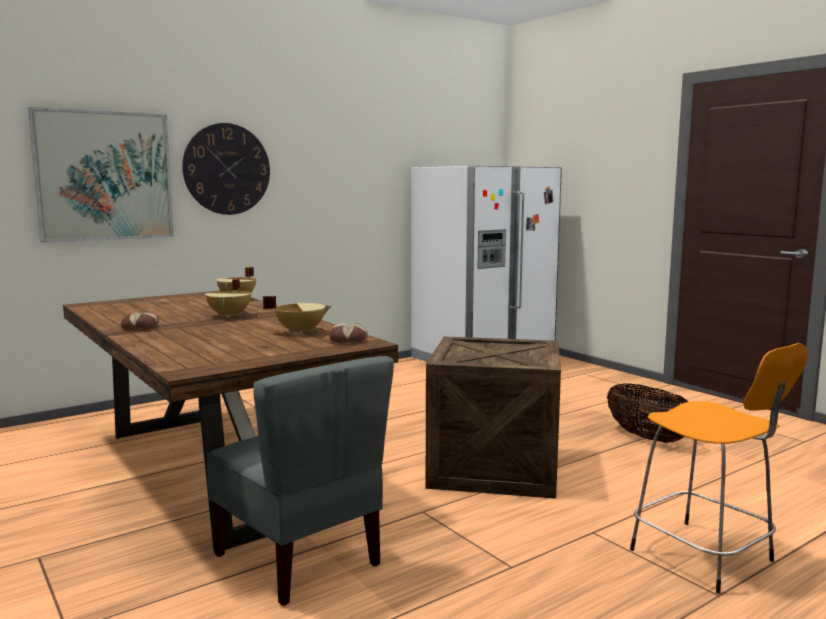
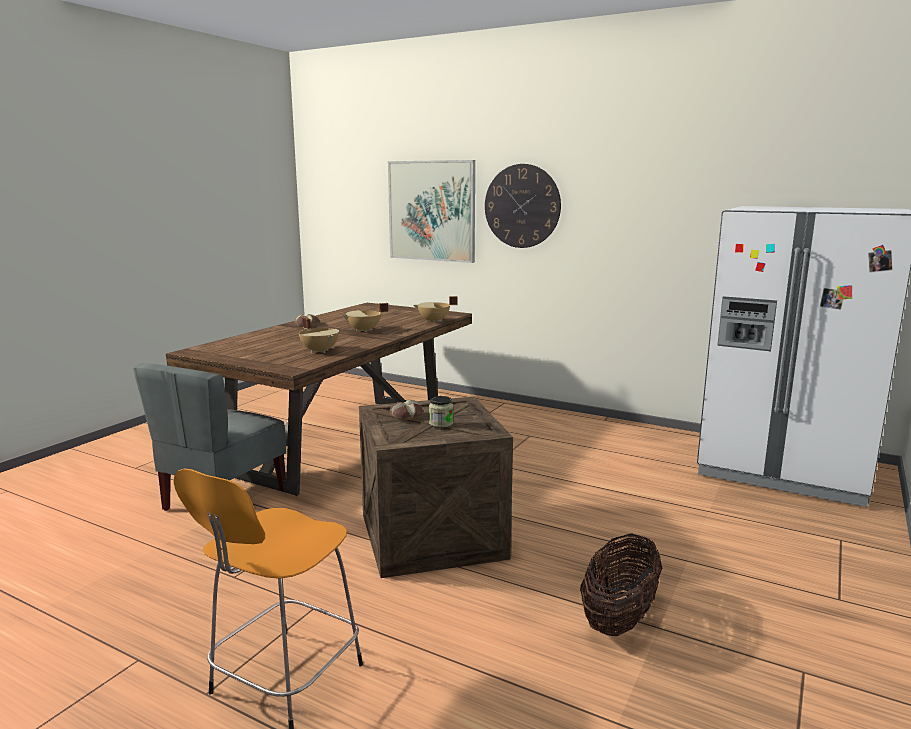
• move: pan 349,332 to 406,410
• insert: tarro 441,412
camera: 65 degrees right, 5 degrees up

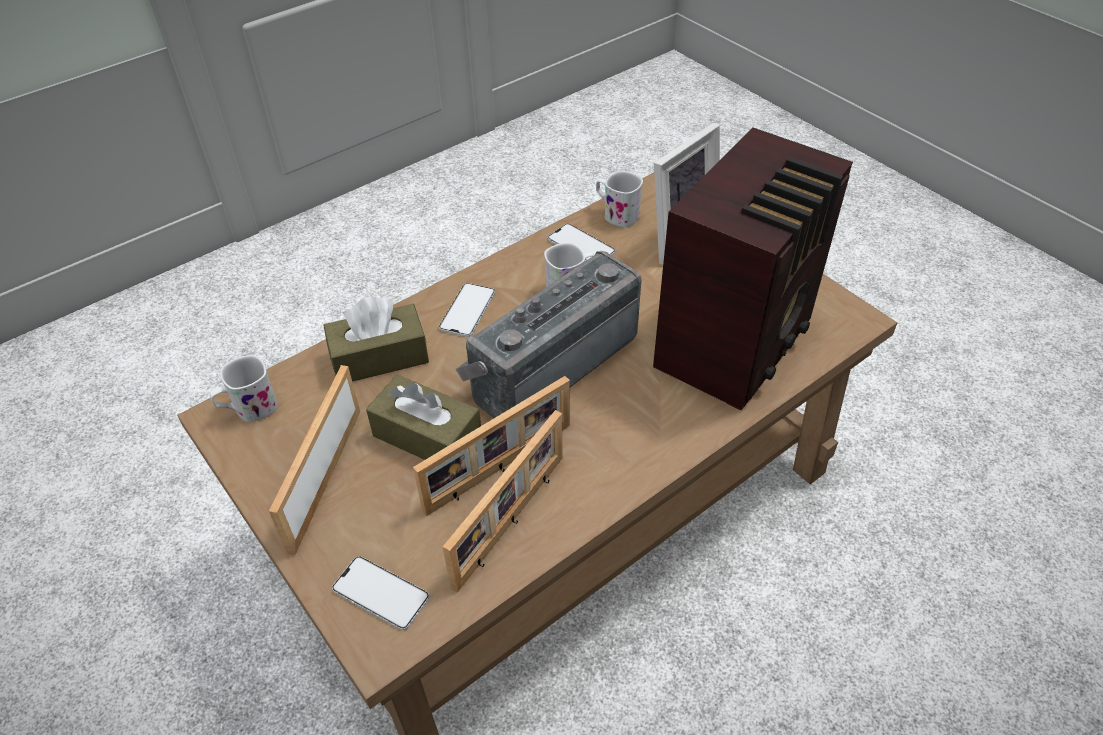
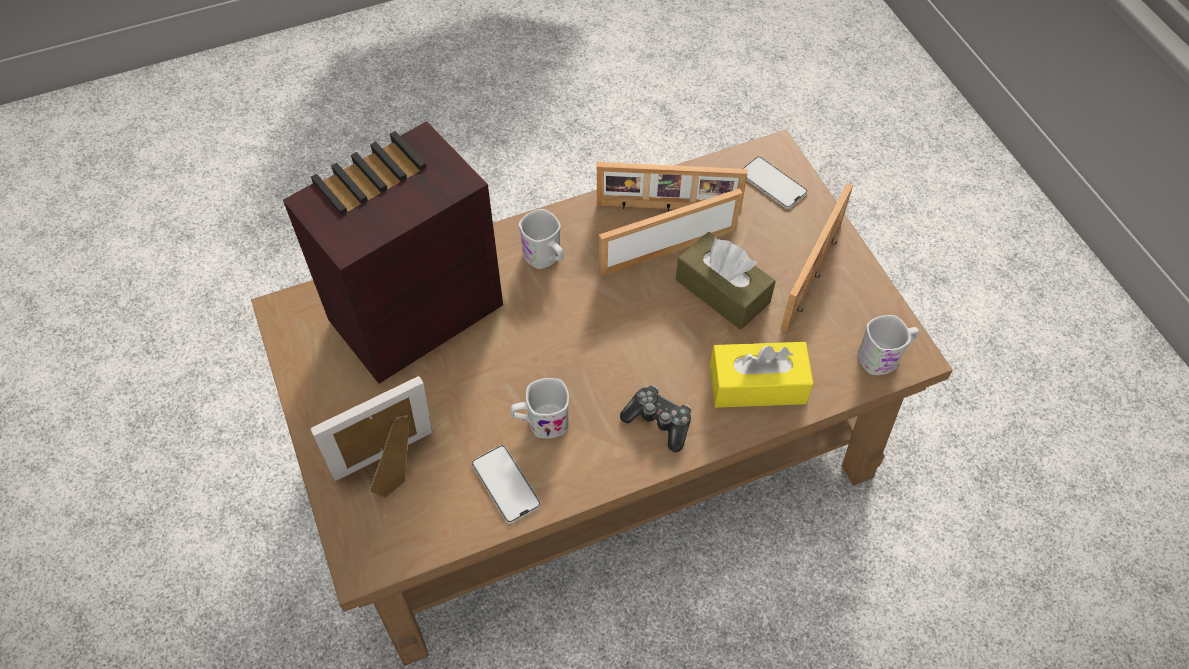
• move: taza grande/blanco 619,199 to 541,239
• rotate: portarretratos 503,501 = 672,187 135 degrees counterclockwise
• replace: móvil 467,310 to mando de consola 655,418
• recolor: caja de pañuelos/marrón 376,339 to caja de pañuelos/amarillo 762,375
• delete: radio 549,334
camera: 165 degrees left, 10 degrees up

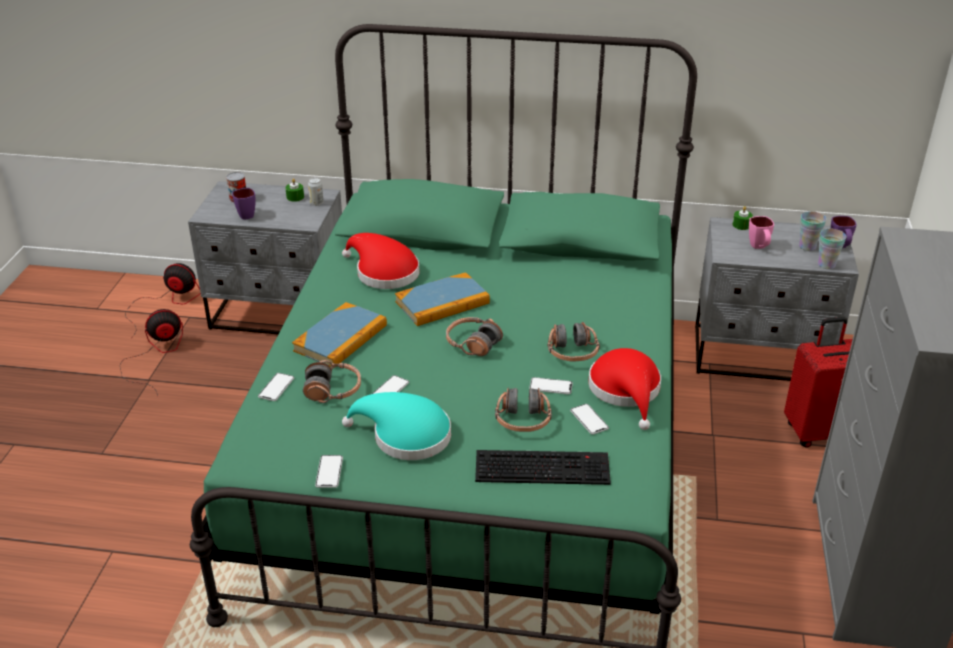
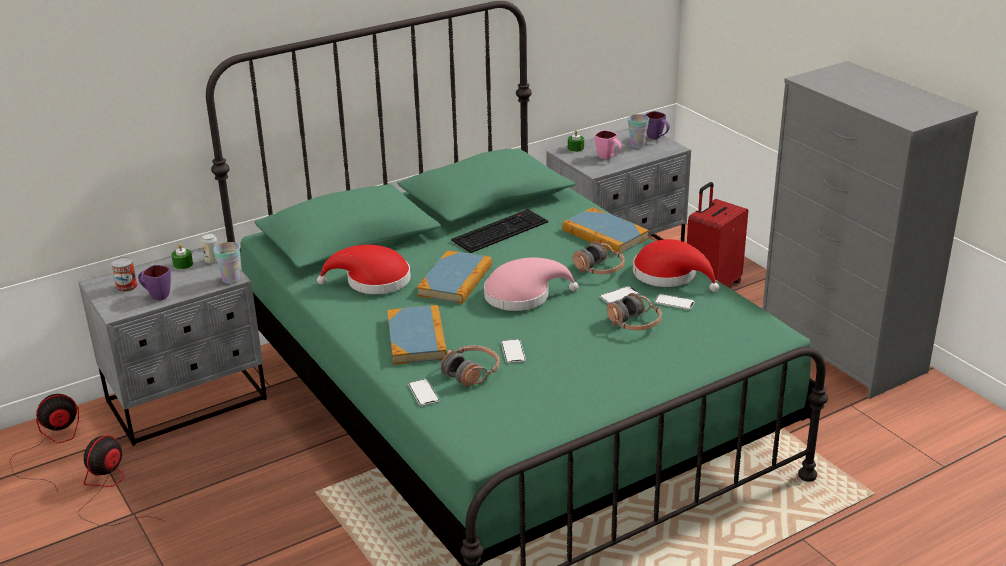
• move: taza 832,248 to 226,263
• move: teclado 543,467 to 499,231
• replace: auriculares 474,336 to sombrero/rosa 531,284
• insert: libro 605,230
• delete: móvil 329,471
• delete: sombrero/turquesa 396,426
camera: 40 degrees left, 5 degrees down

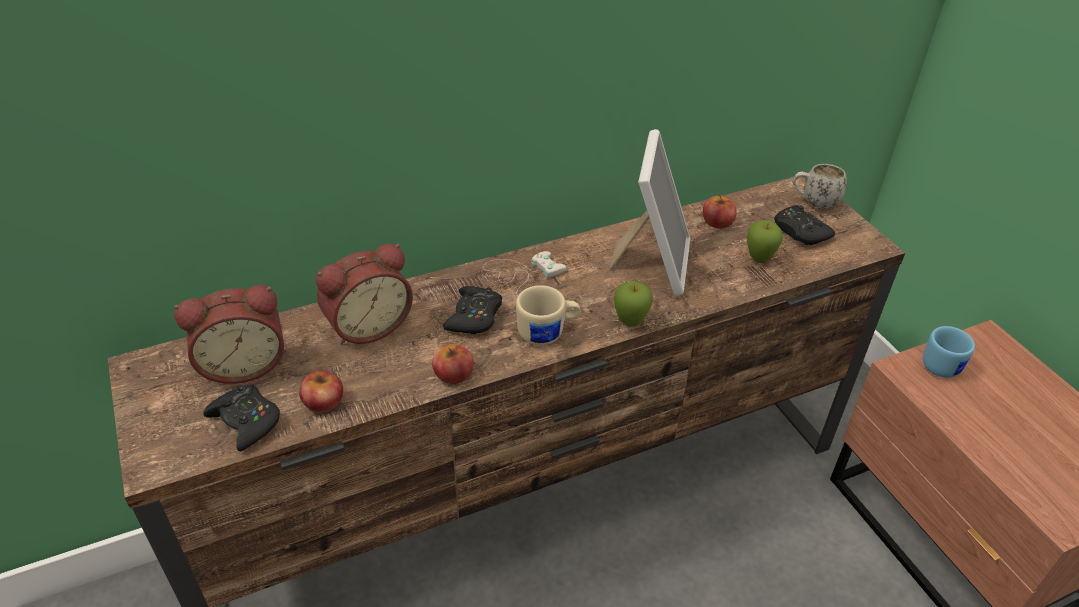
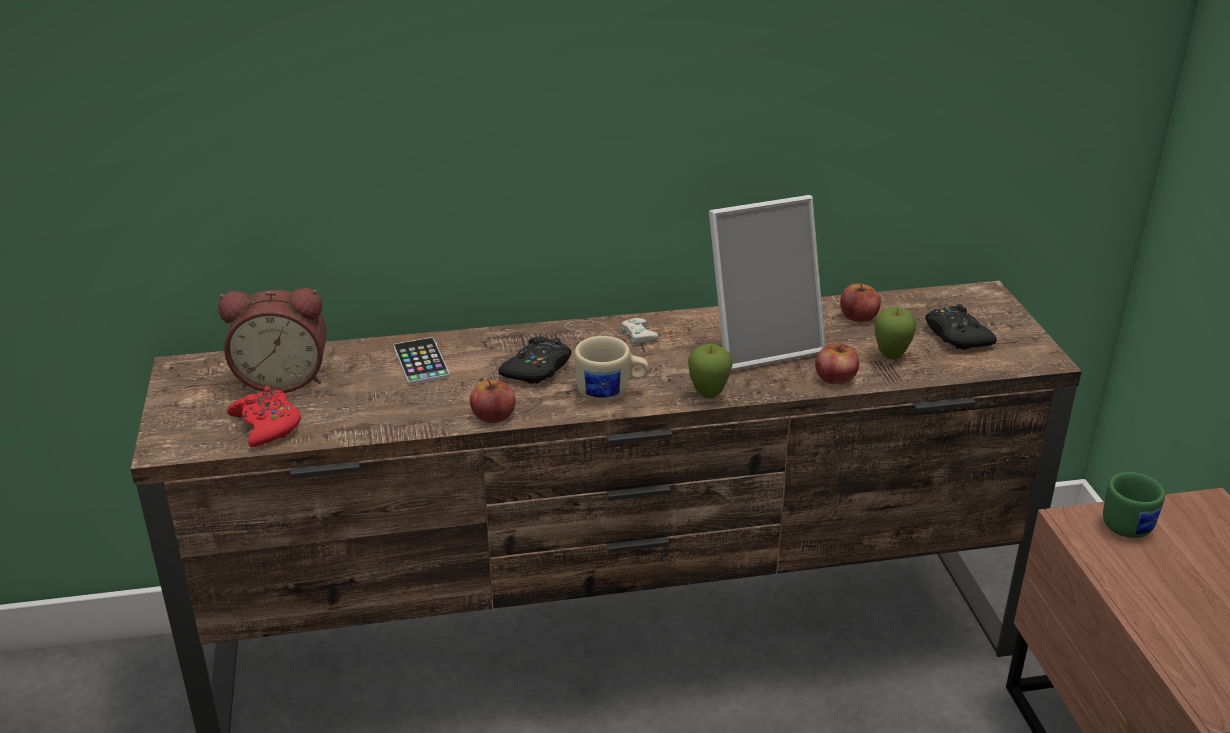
• recolor: mando de consola/negro 241,417 to mando de consola/rojo 264,416
• replace: despertador 364,294 to móvil 421,361
• rotate: portarretratos 650,212 = 767,283 45 degrees clockwise
• move: manzana 321,391 to 837,364
• recolor: taza grande/azul 949,352 to taza grande/verde 1134,505
• delete: taza grande/blanco 819,186
camera: 15 degrees right, 10 degrees down

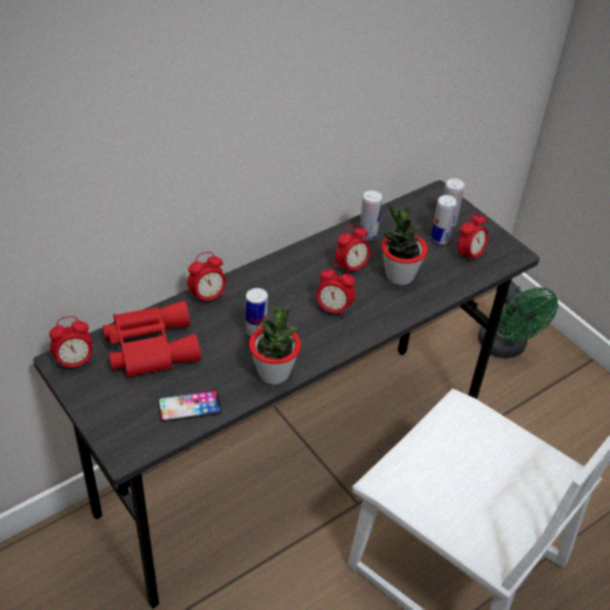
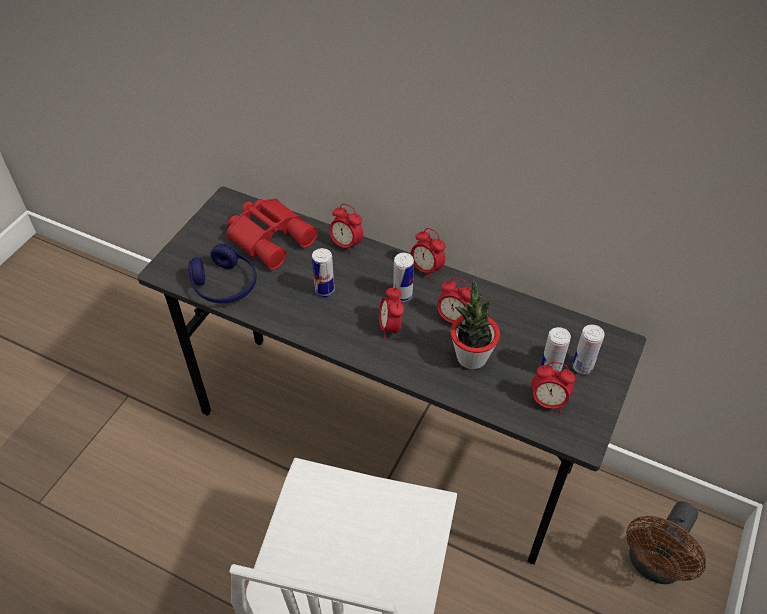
• replace: móvil 190,406 to auriculares/azul 222,273
• move: lata 371,215 to 403,277
• move: despertador 70,344 to 428,253
• recolor: ventilador/verde 518,319 to ventilador/marrón 666,542
• delete: planta en maceta 275,345
camera: 65 degrees right, 5 degrees up

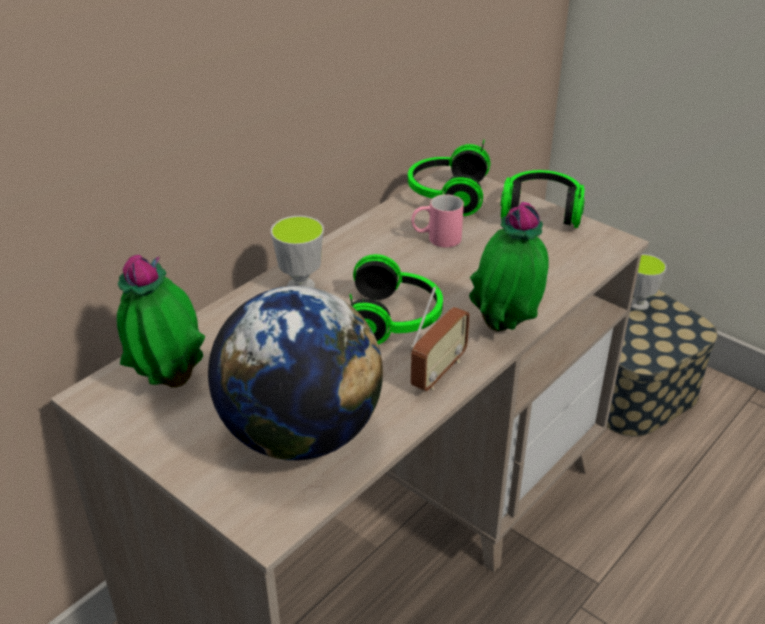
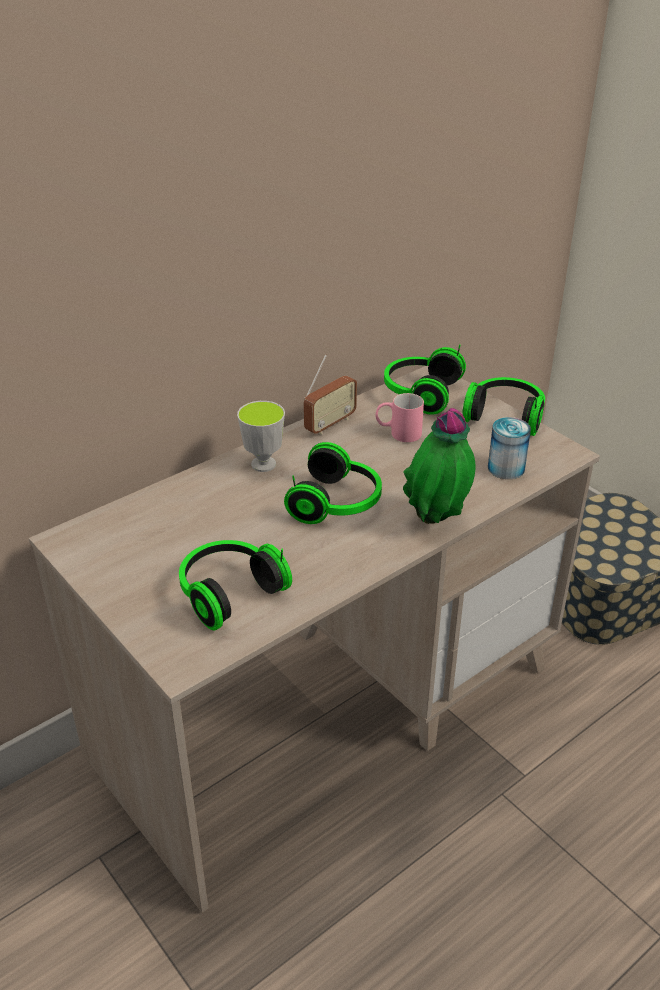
• replace: globo terráqueo 295,373 to auriculares 235,585
• move: radio 440,339 to 330,394
• insert: lata 509,448
• delete: planta en maceta 161,321
• delete: taza 648,282
camera: 10 degrees right, 0 degrees up

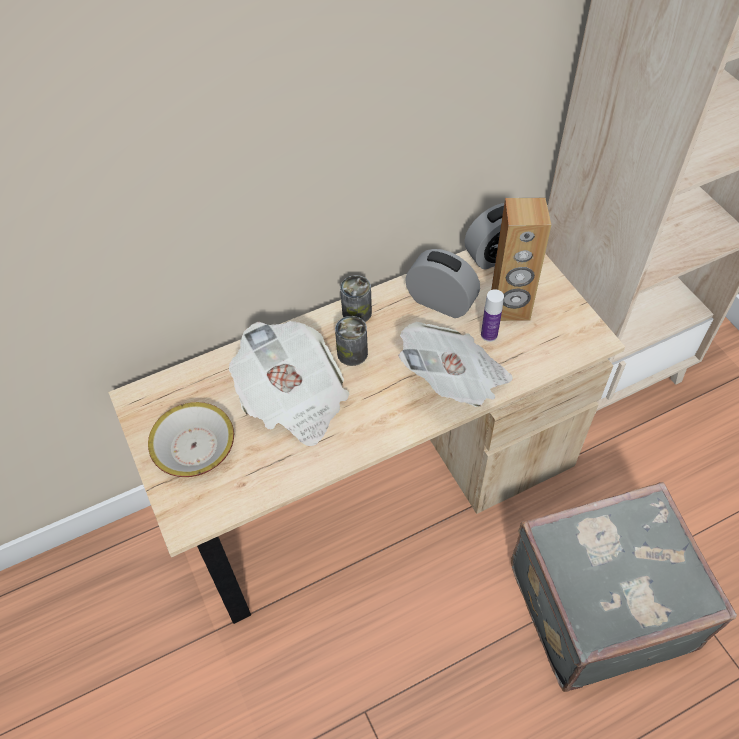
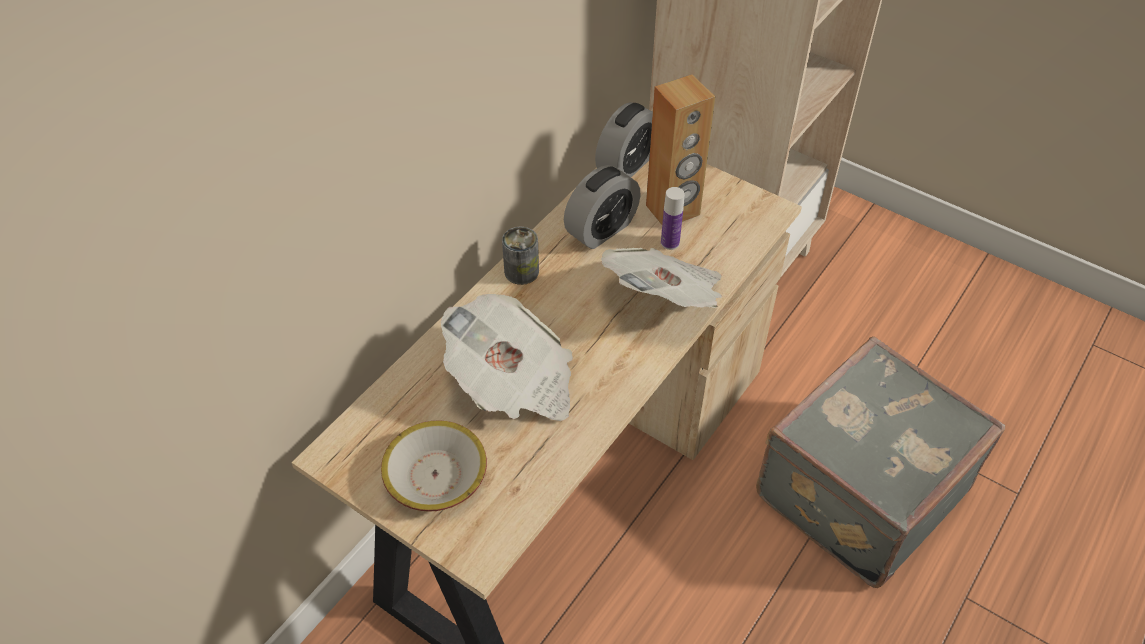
• rotate: despertador 442,283 = 602,207 135 degrees clockwise
• delete: lata 351,341
camera: 30 degrees left, 5 degrees down

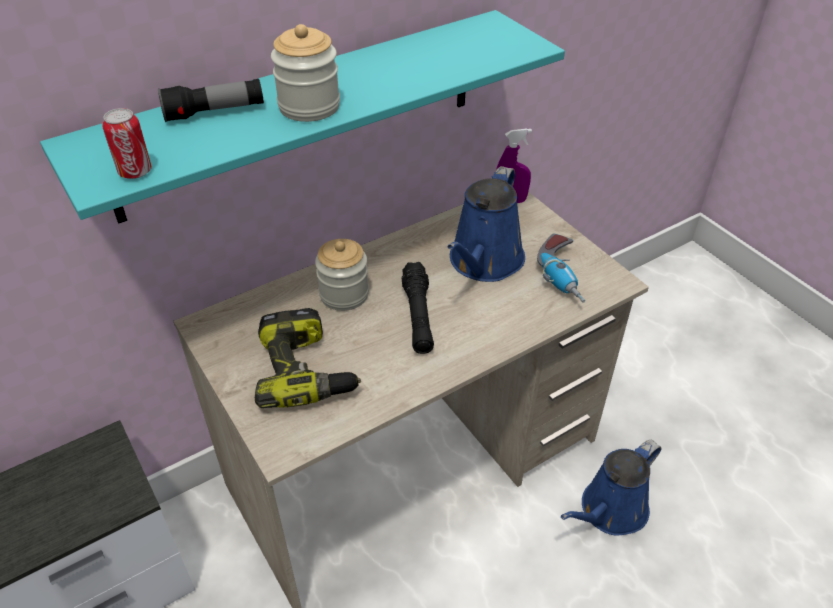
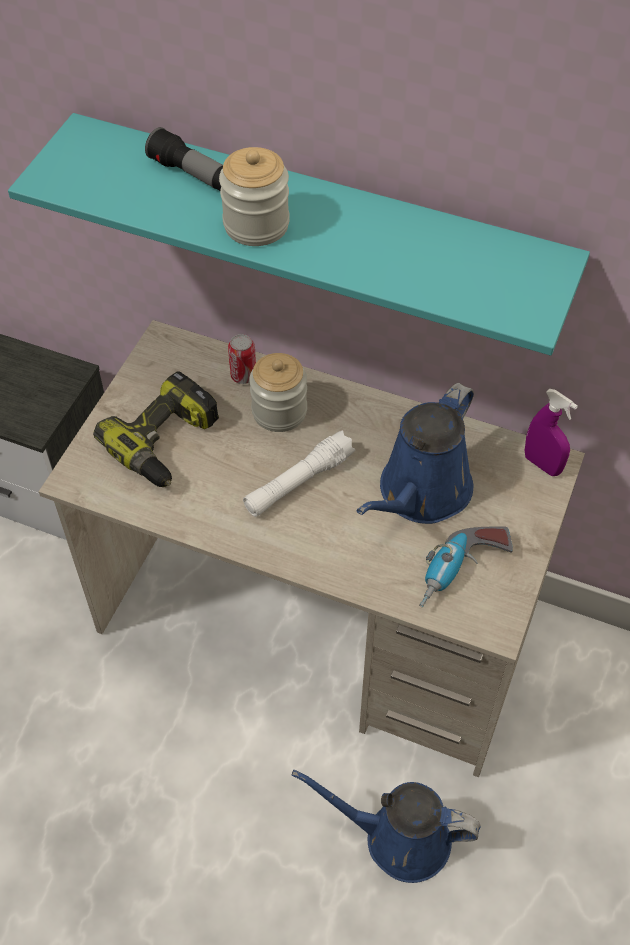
• move: lata 127,143 to 242,359
• recolor: linterna/negro 418,308 to linterna/blanco 299,474
• rotate: regadera/azul 486,224 = 415,453 45 degrees counterclockwise
camera: 55 degrees right, 10 degrees up

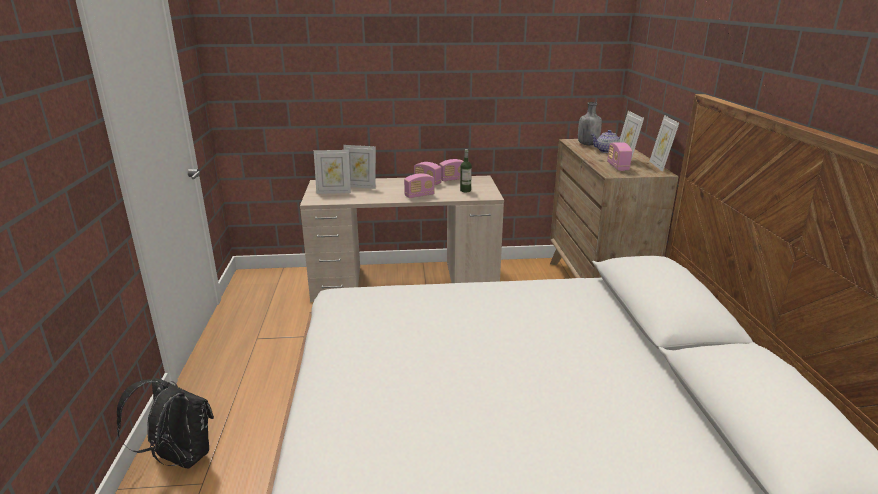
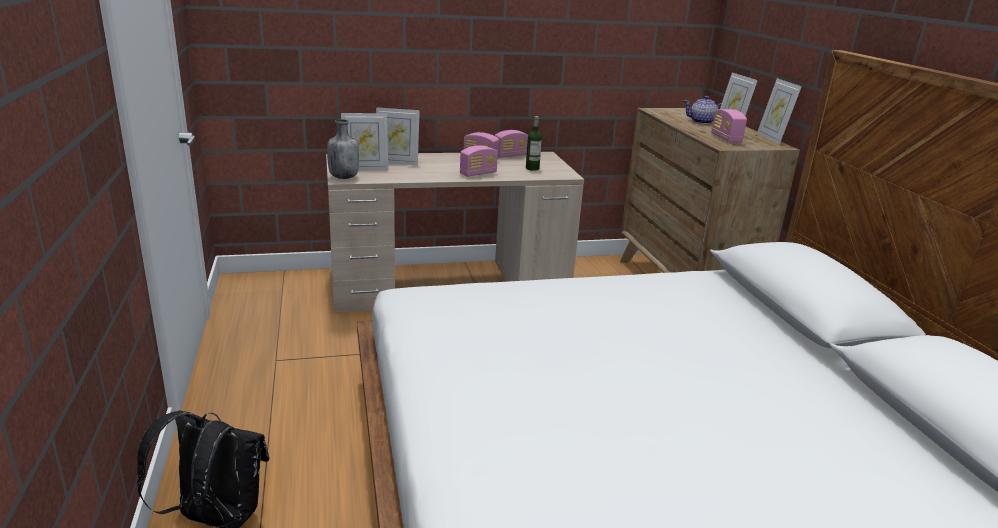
• move: botella/gris 590,123 to 343,149
camera: 10 degrees left, 0 degrees up

